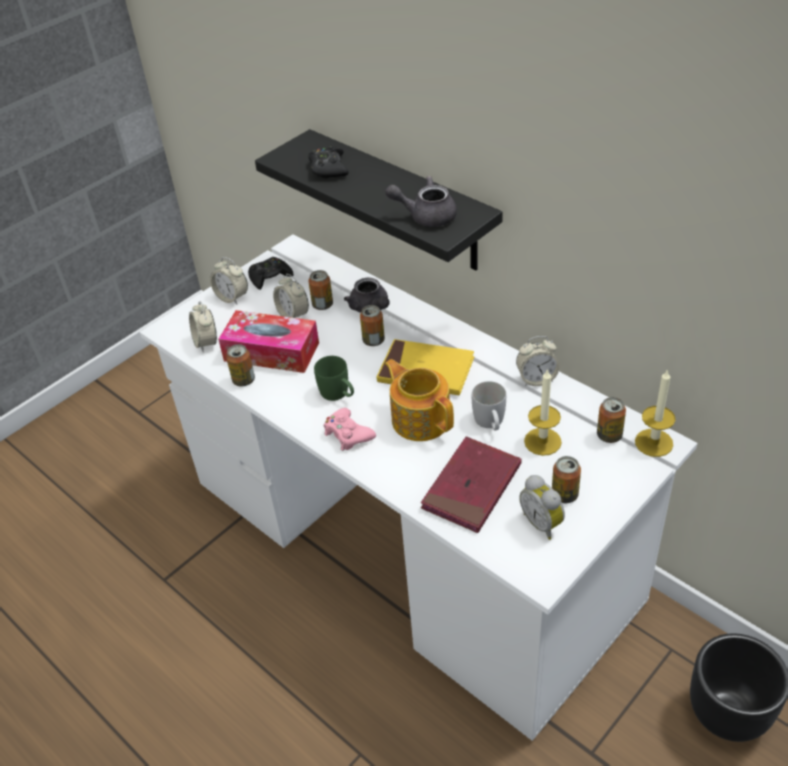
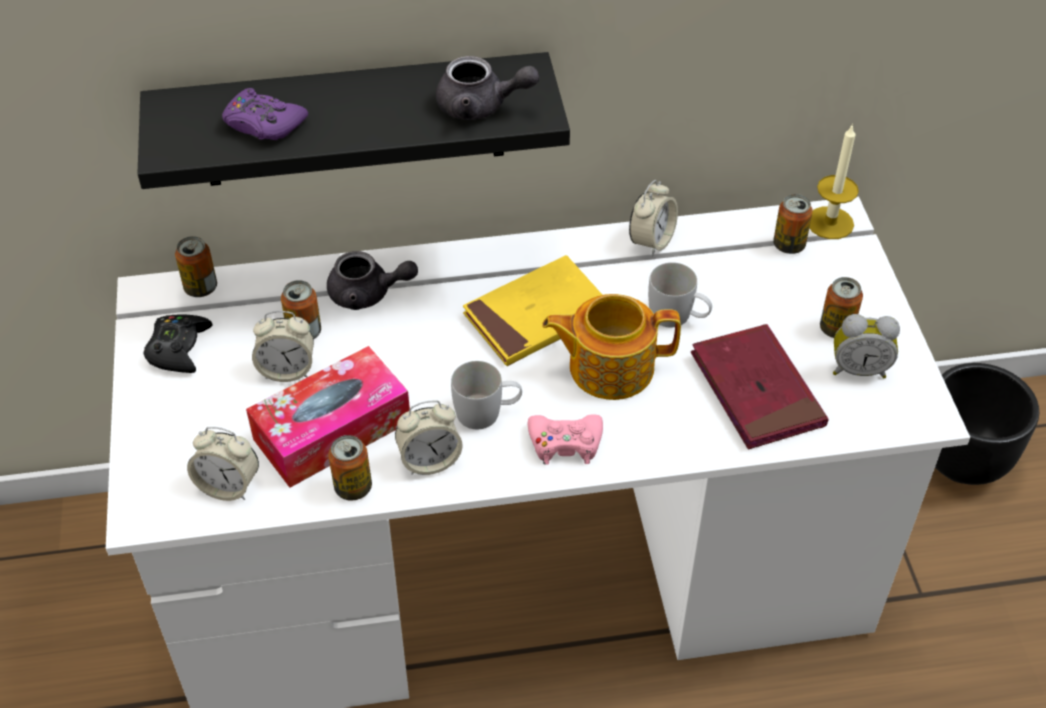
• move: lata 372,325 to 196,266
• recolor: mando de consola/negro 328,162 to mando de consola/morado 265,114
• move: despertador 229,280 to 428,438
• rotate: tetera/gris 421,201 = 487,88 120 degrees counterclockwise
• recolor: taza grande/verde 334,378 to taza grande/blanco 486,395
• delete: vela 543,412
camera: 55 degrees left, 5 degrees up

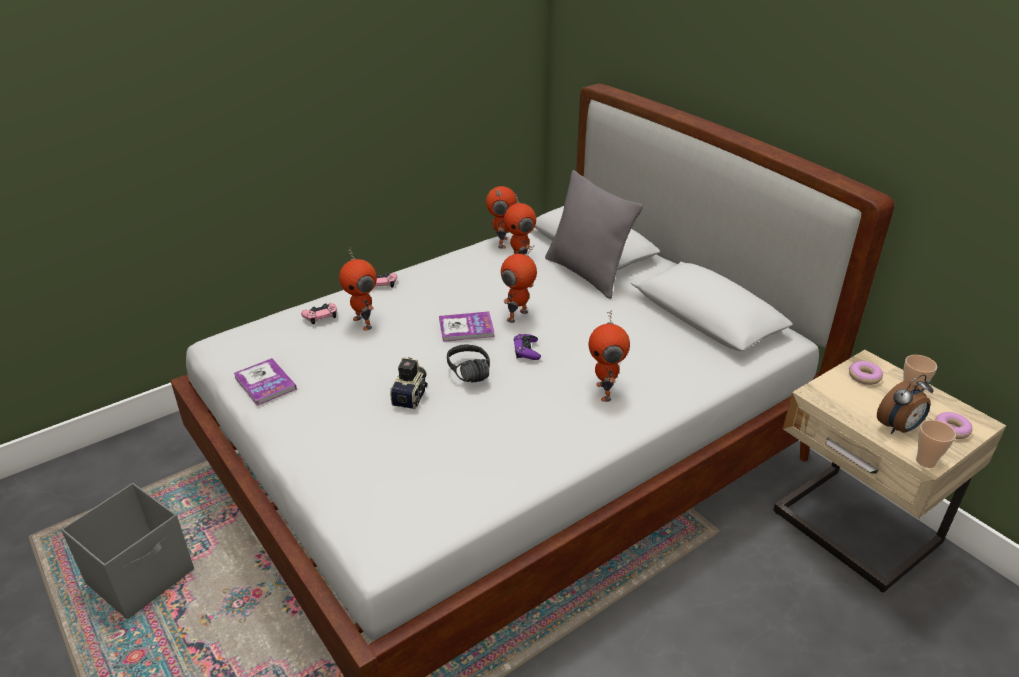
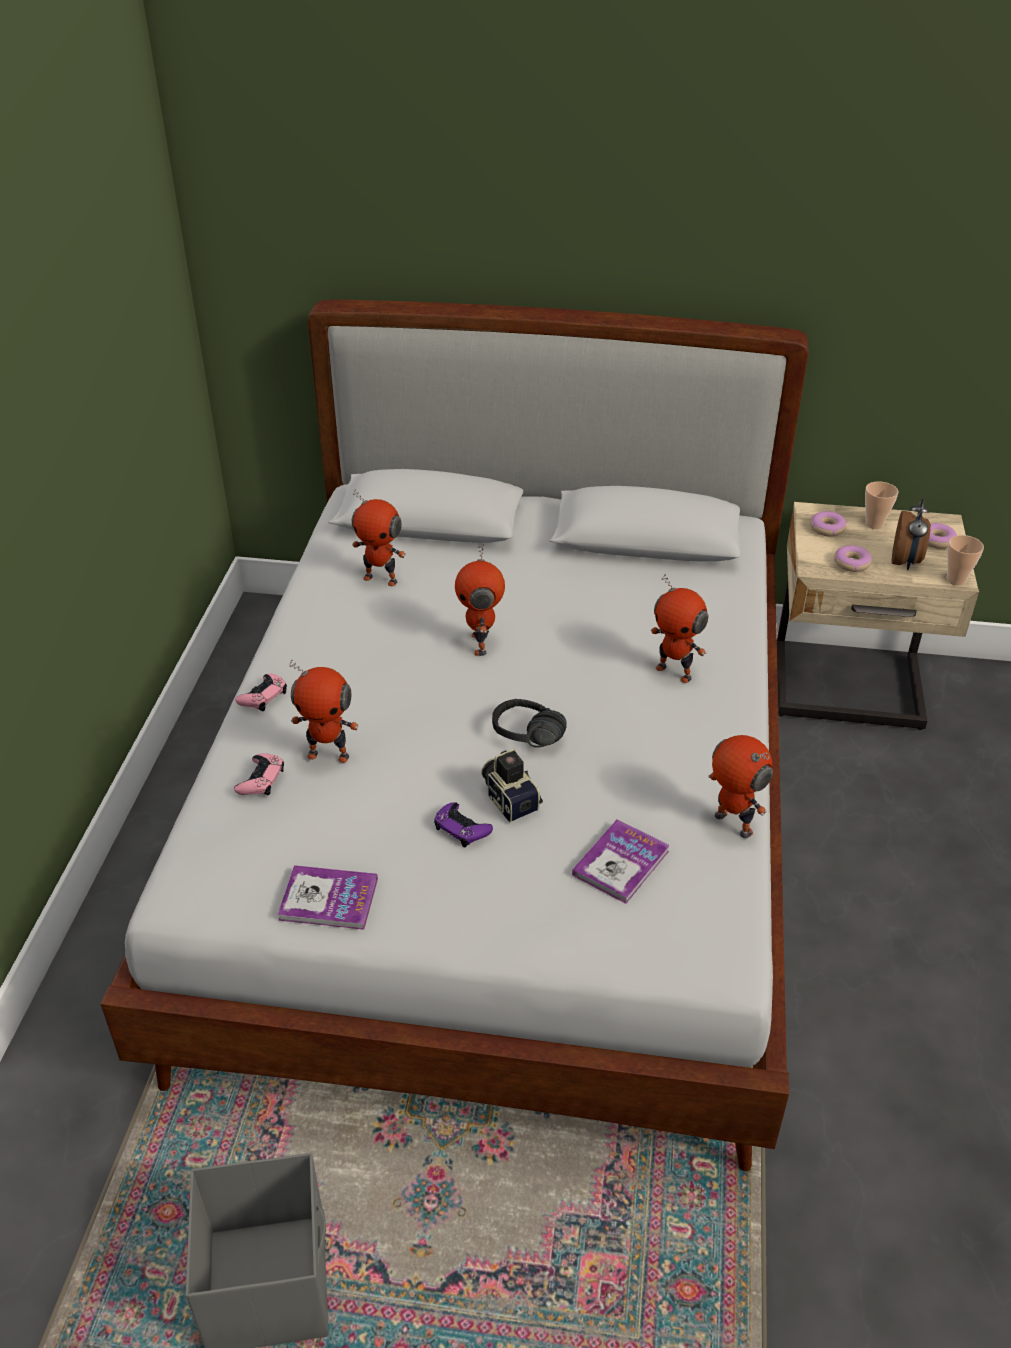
• move: mando de consola/morado 527,347 to 463,824
• move: libro 467,326 to 621,861
• move: robot de juguete 501,217 to 740,786
• insert: rosquilla 853,558
• delete: cojín/gris 594,234
camera: 45 degrees left, 5 degrees up

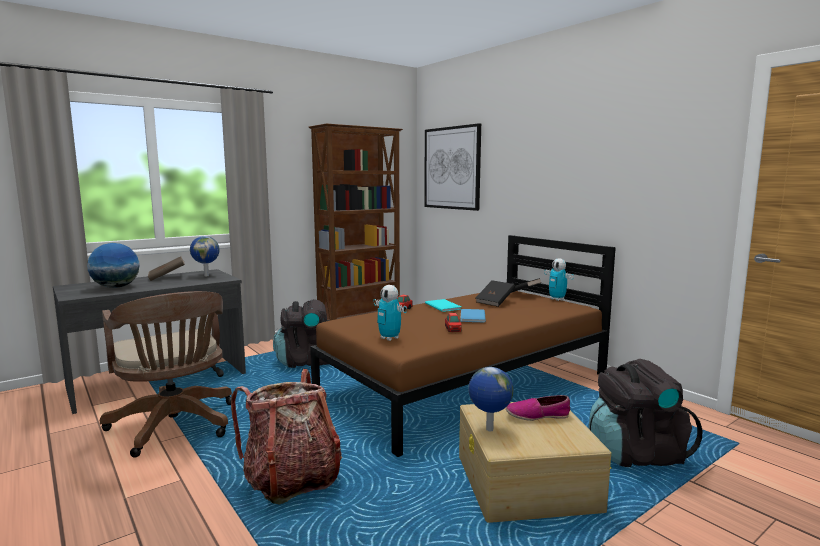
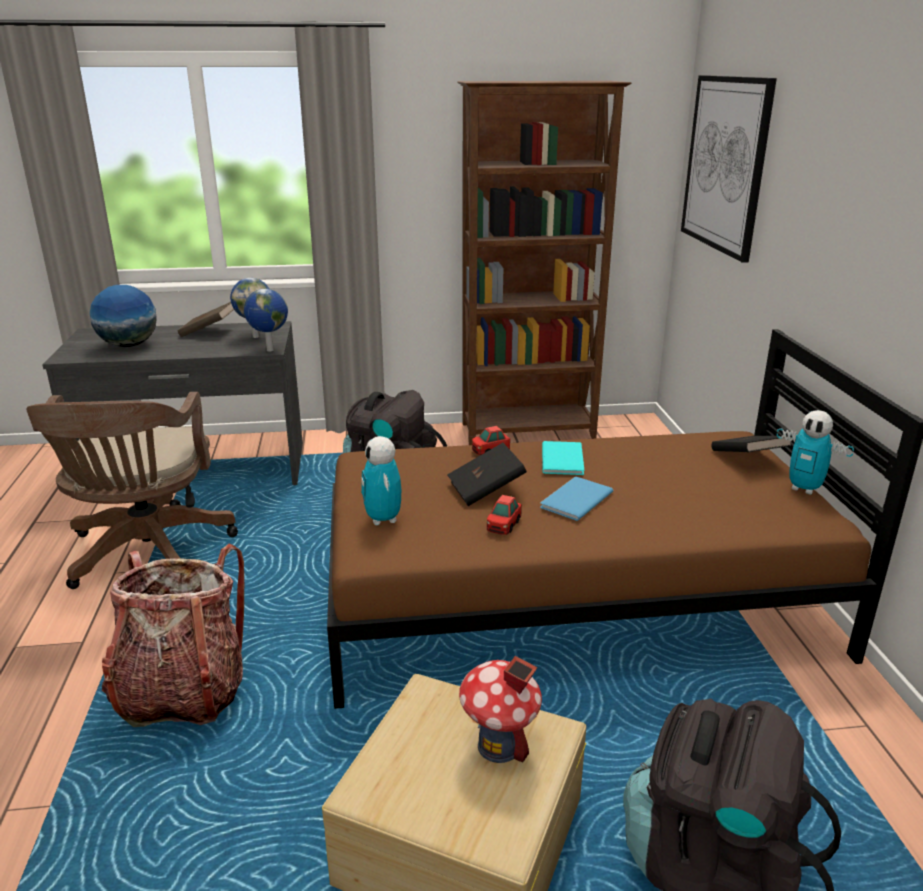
• move: globo terráqueo 491,399 to 266,320
• move: libro/negro 495,293 to 487,474
• replace: zapato 538,408 to casita 500,709
• rotate: robot de juguete 559,279 = 815,452 45 degrees counterclockwise
camera: 30 degrees right, 15 degrees up

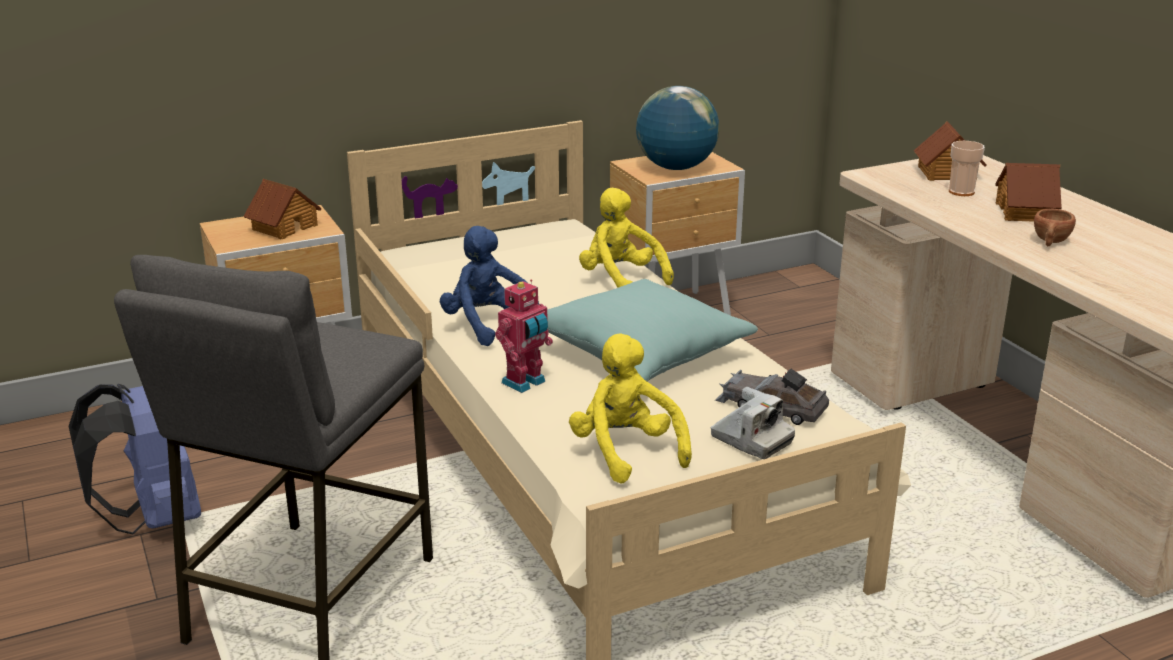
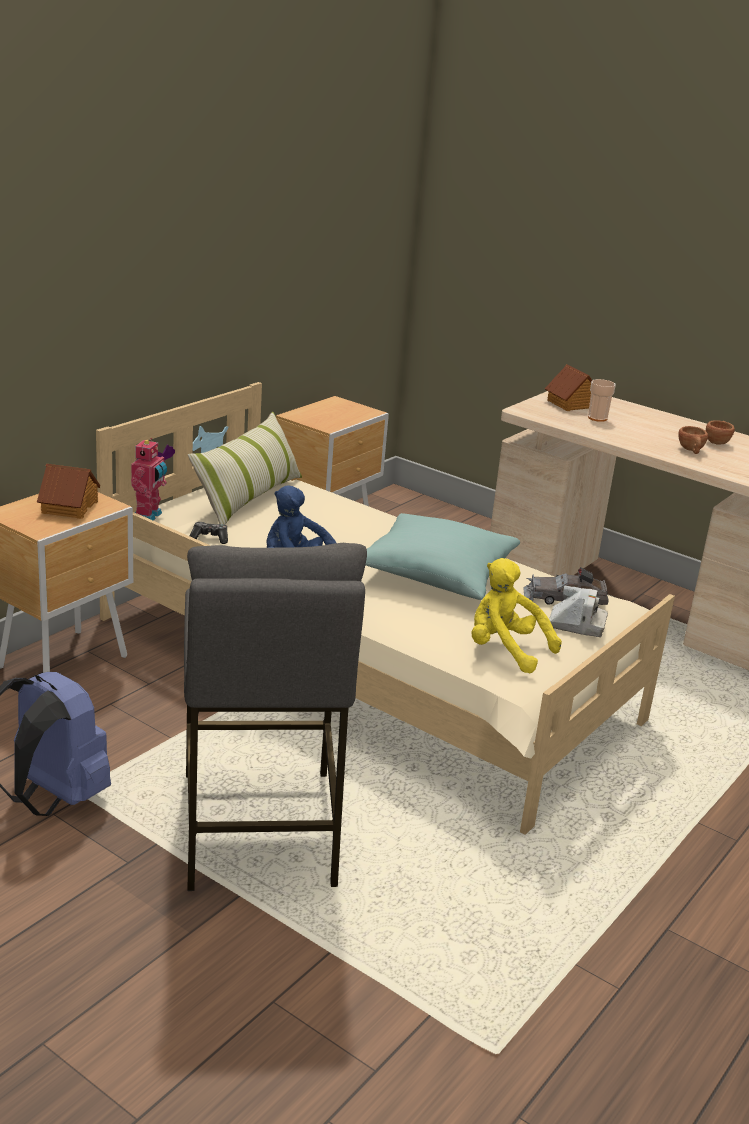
• move: robot de juguete 524,336 to 149,479
• insert: cojín 245,468
• insert: mando de consola 209,533
• insert: taza/marrón 720,432
• delete: peluche/amarillo 626,238
• delete: globo terráqueo 677,128
• delete: casita 1028,192
camera: 30 degrees left, 0 degrees up

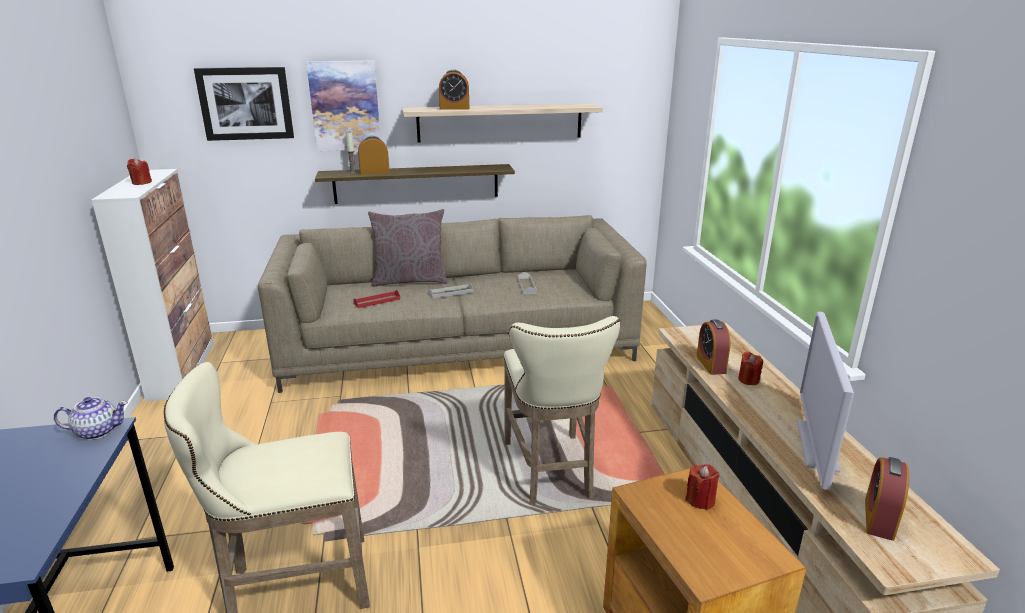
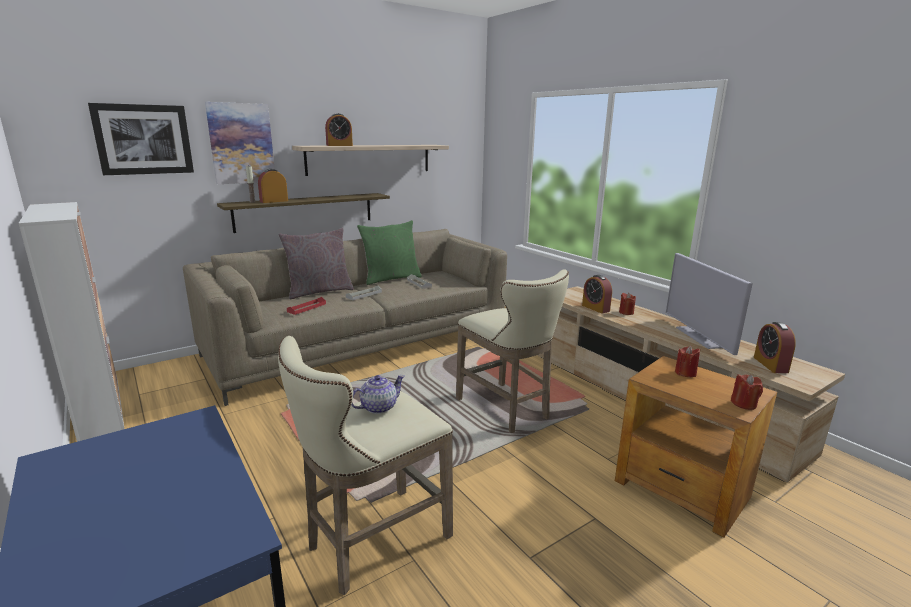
• move: tetera 91,418 to 378,394
• insert: cojín/verde 389,252
• move: vela/rojo 139,171 to 747,392
camera: 25 degrees left, 5 degrees down

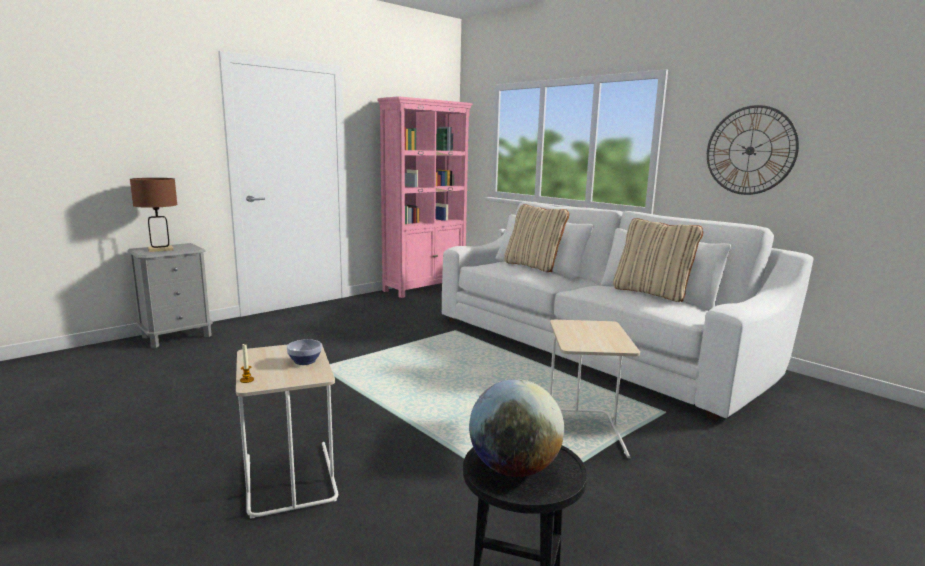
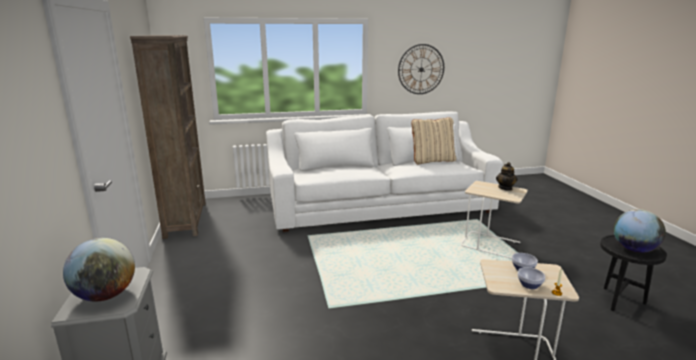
• replace: lámpara de mesa/marrón 154,215 to globo terráqueo 99,270
• recolor: estantería/rosa 425,197 to estantería/marrón 168,137
• insert: tetera 506,176
• insert: cuenco 531,278
• delete: cojín/beis 536,238
camera: 60 degrees left, 5 degrees up

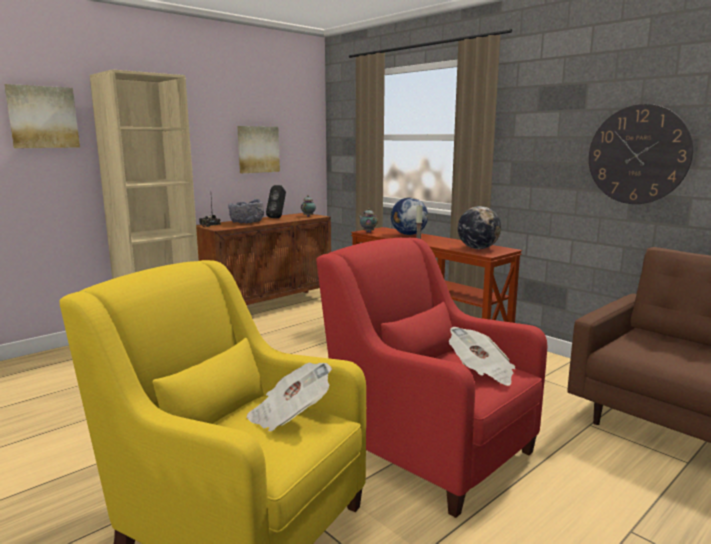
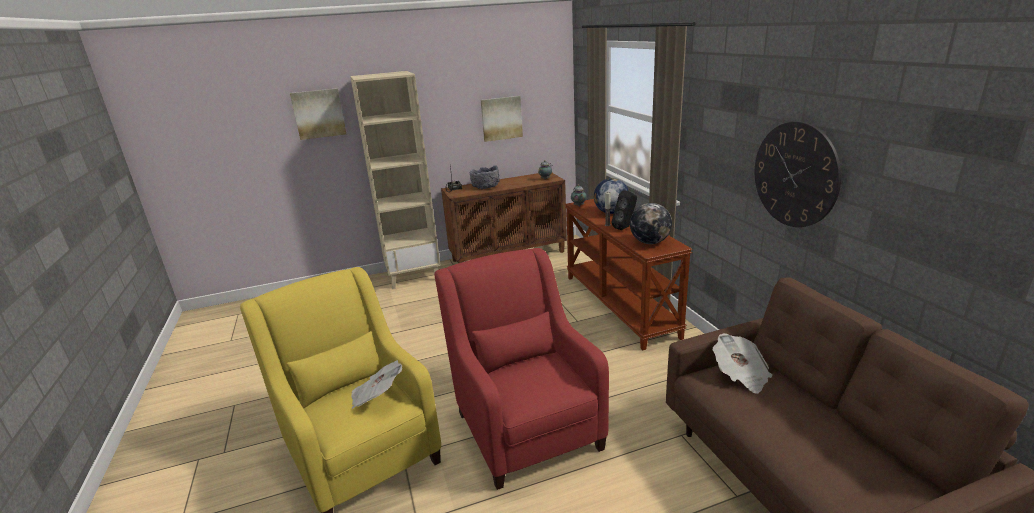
• move: altavoz/negro 276,201 to 624,210
• move: periódico 482,356 to 742,363
camera: 25 degrees right, 10 degrees up

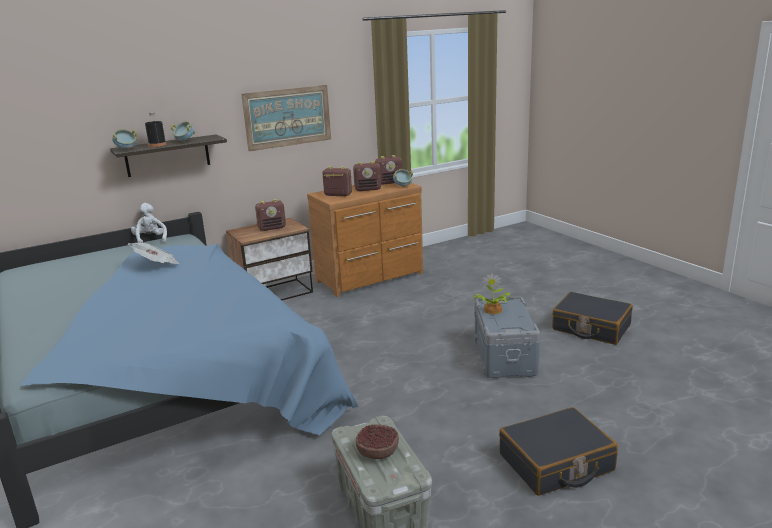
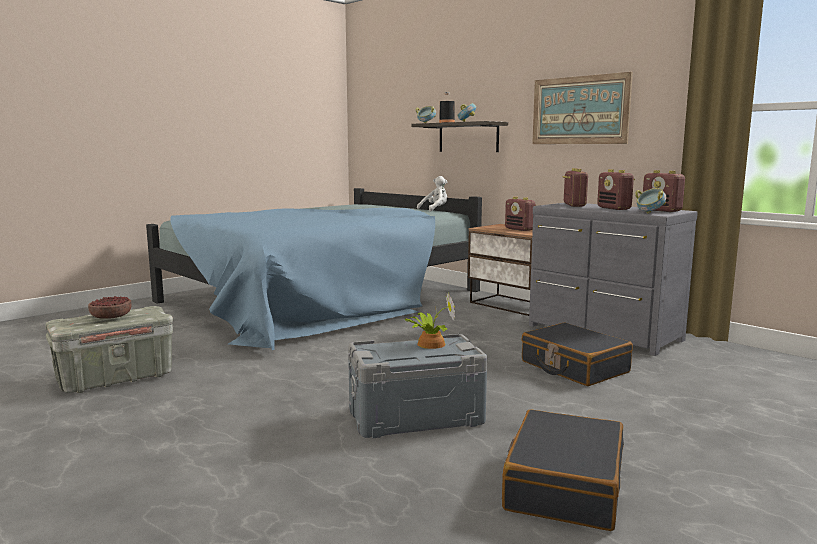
• move: maleta/negro 558,451 to 577,354
• recolor: cómoda/marrón 365,240 to cómoda/gris 613,279
• delete: periódico 153,253
camera: 75 degrees right, 10 degrees down

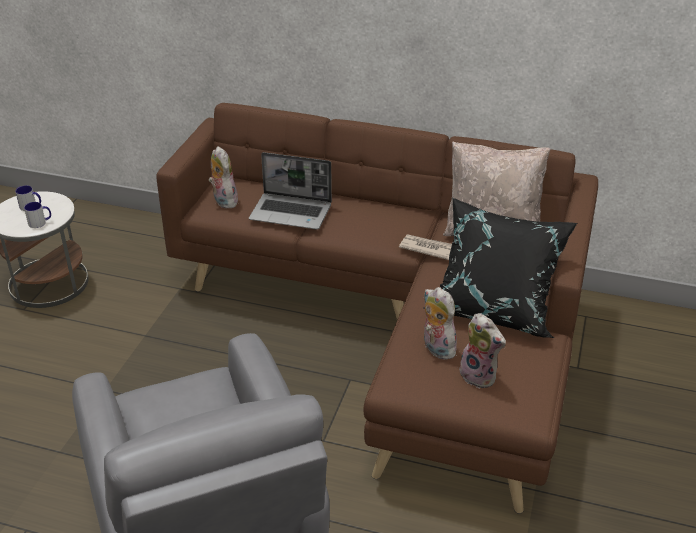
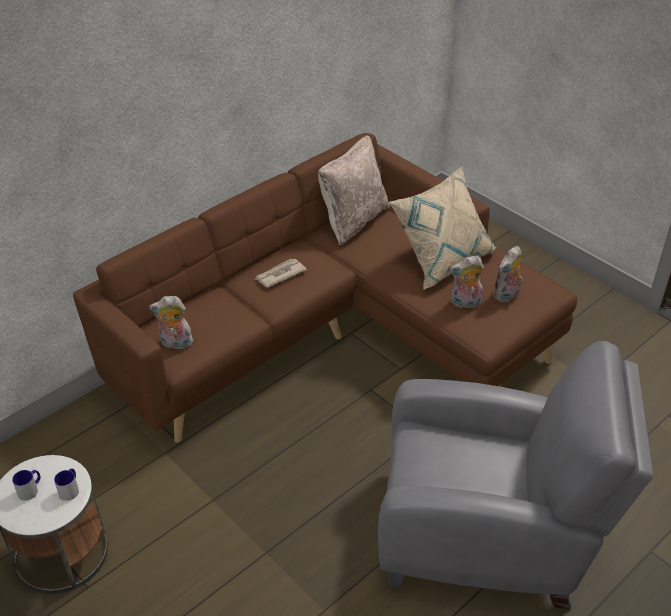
• move: periódico 425,247 to 281,273
• recolor: cojín/negro 500,268 to cojín/beis 442,228
• rotate: peluche 482,351 = 508,274 150 degrees clockwise
• delete: portátil 290,190
camera: 60 degrees left, 5 degrees up

